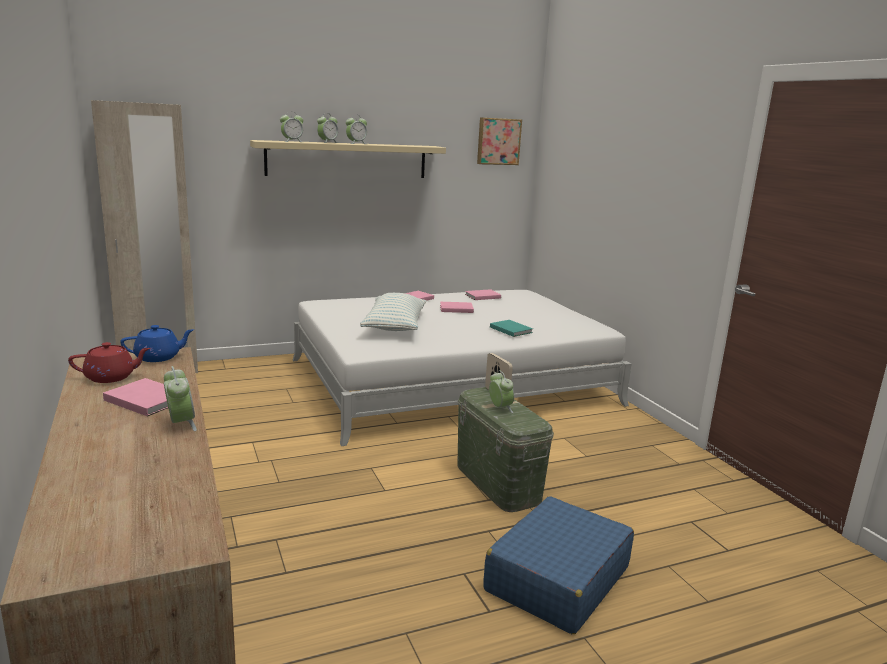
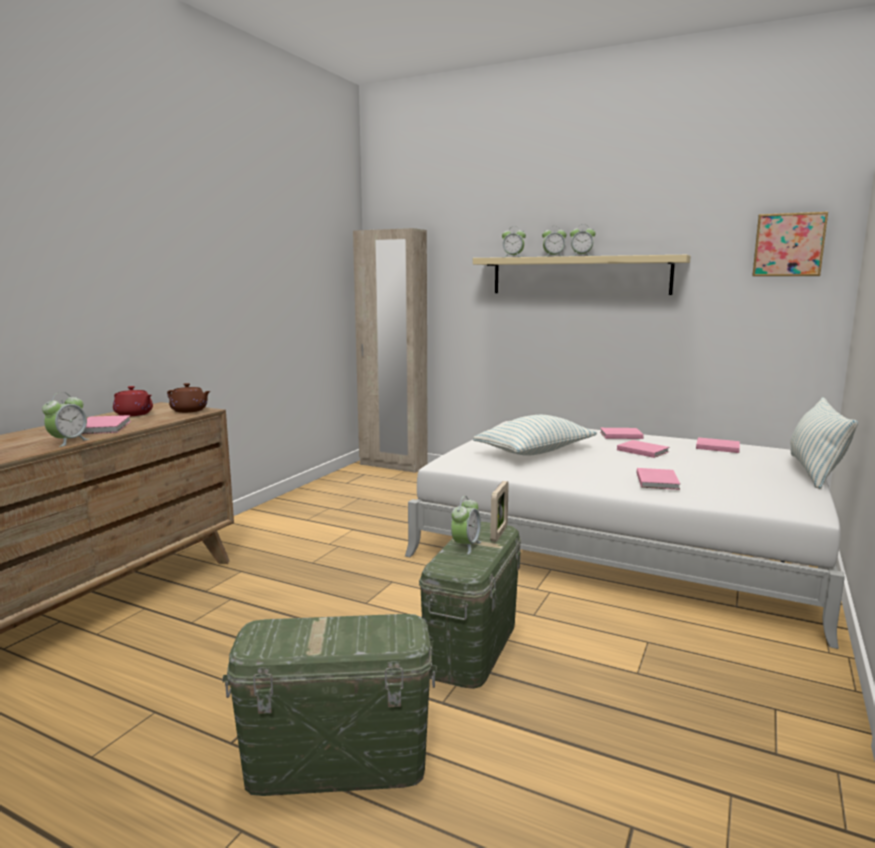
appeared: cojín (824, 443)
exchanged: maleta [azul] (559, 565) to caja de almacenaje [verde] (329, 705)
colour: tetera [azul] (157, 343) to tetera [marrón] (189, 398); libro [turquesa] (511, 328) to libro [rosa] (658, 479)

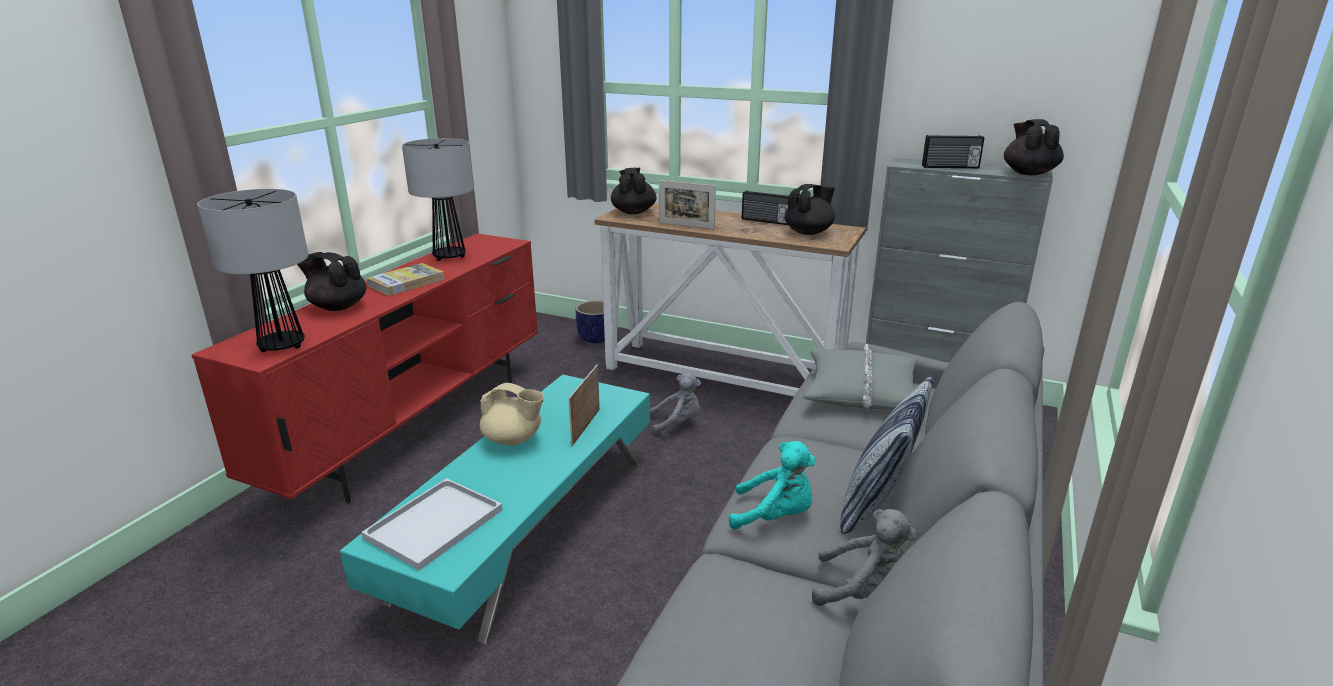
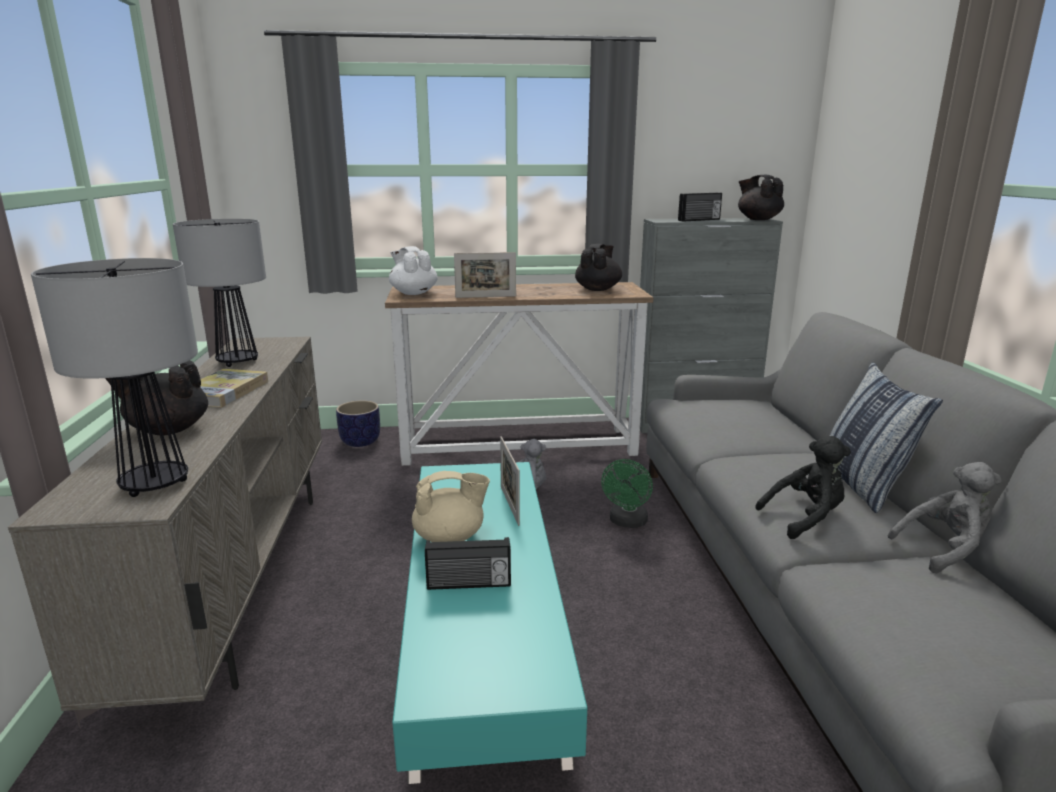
missing: bandeja [blanco] (432, 524); cojín [gris] (860, 377)
appeared: ventilador [verde] (627, 493)
relocated: radio (765, 207) to (468, 563)
colour: mueble de televisión [rojo] (365, 368) to mueble de televisión [beis] (165, 524); tetera [negro] (634, 191) to tetera [blanco] (413, 270); peluche [turquesa] (772, 485) to peluche [negro] (803, 487)

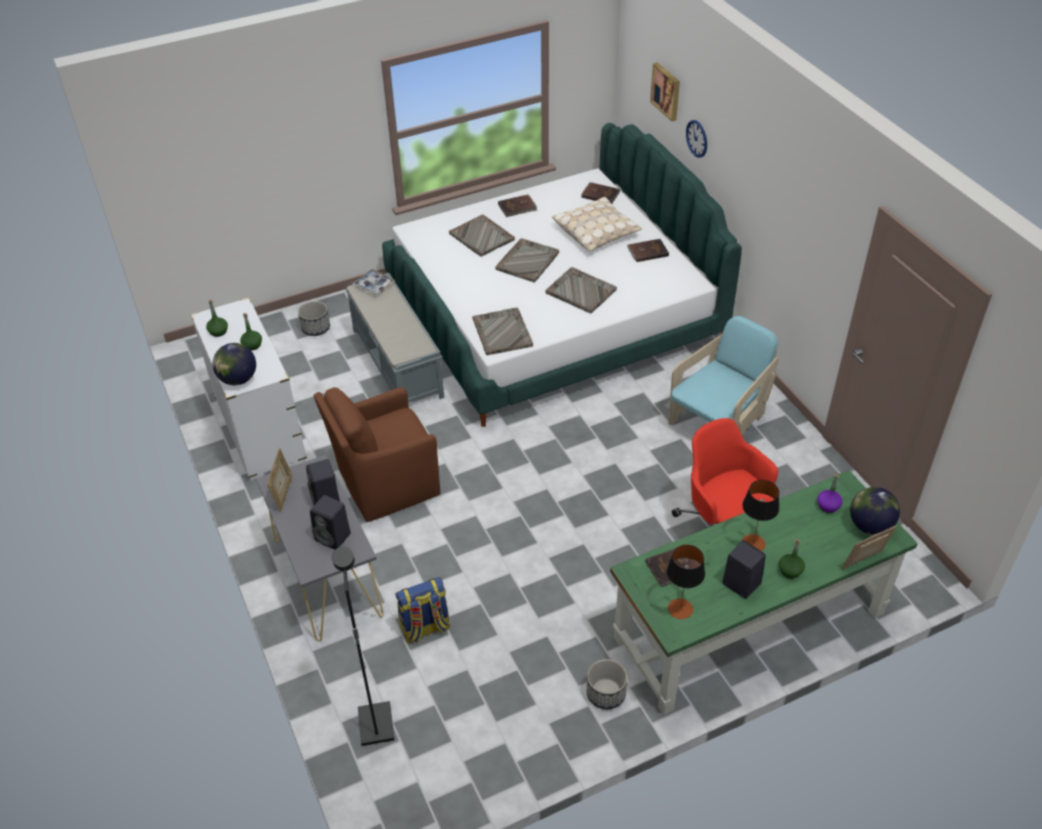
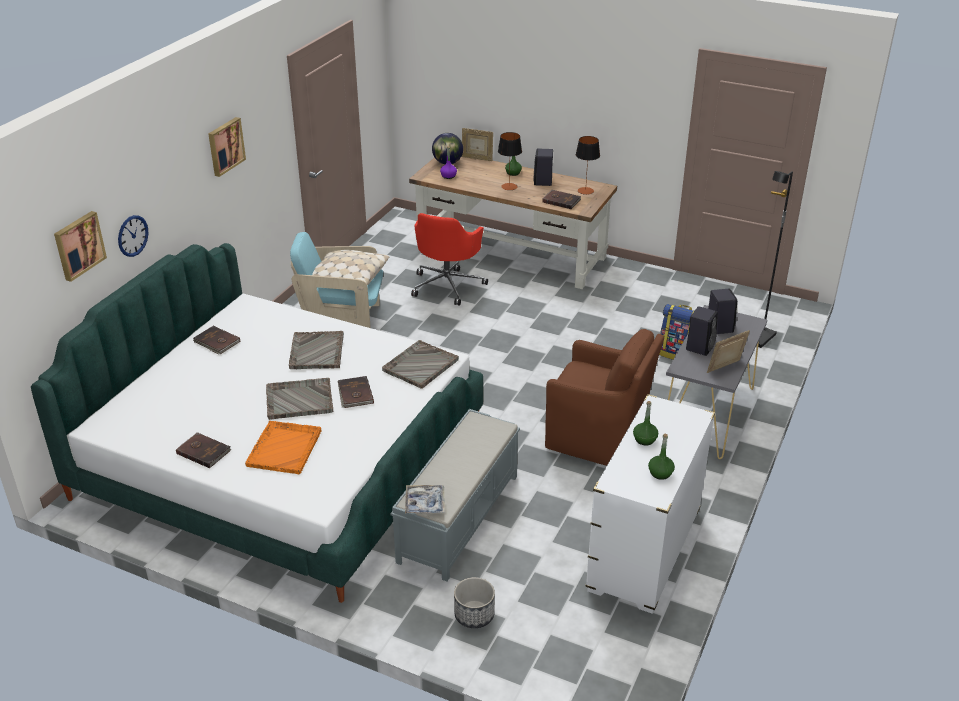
missing: globo terráqueo (234, 364); maceta (607, 684)
appeared: cuadro (227, 147)
relocated: cojín [beis] (597, 224) to (350, 270); libro [marrón] (601, 192) to (355, 392)
colour: bandeja [gris] (482, 235) to bandeja [naranja] (283, 447); escritorio [verde] (764, 593) to escritorio [marrón] (513, 222)

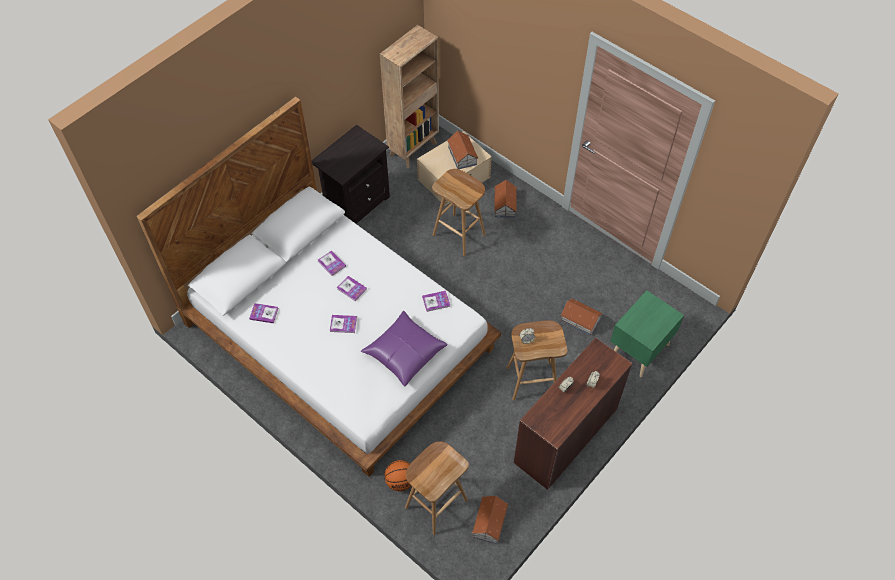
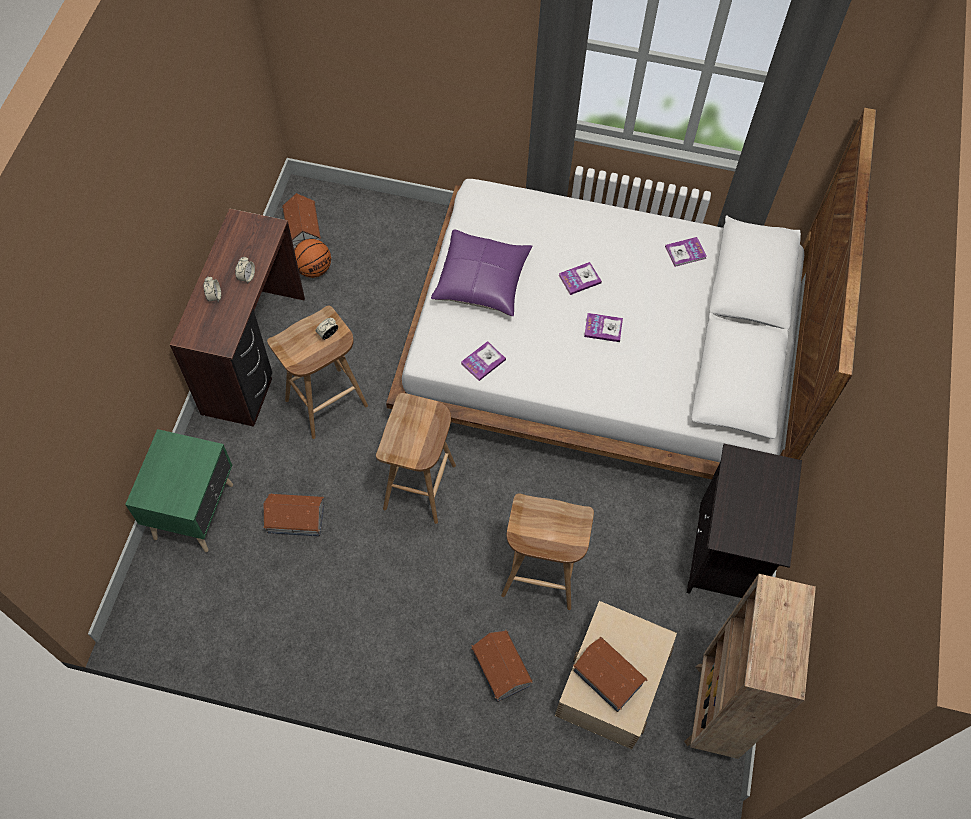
missing: libro (332, 263)
relocated: balón de baloncesto (397, 475) to (312, 258); taburete [marrón] (437, 488) to (416, 458)

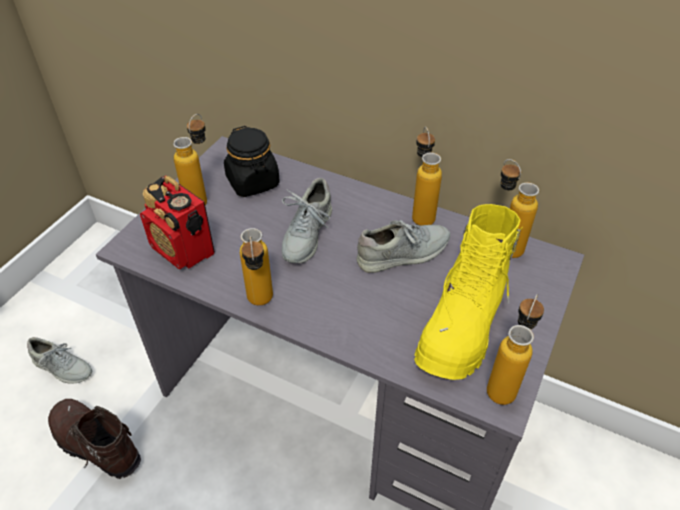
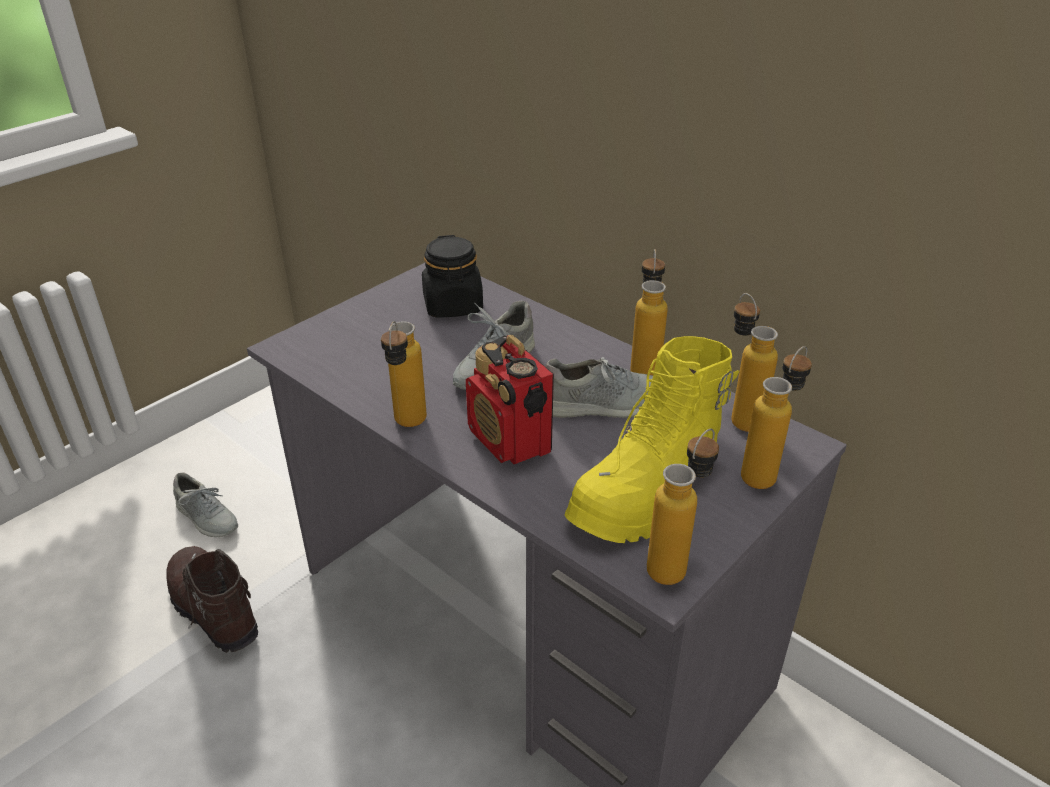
relocated: radio (177, 222) to (510, 399); botella (190, 159) to (776, 417)

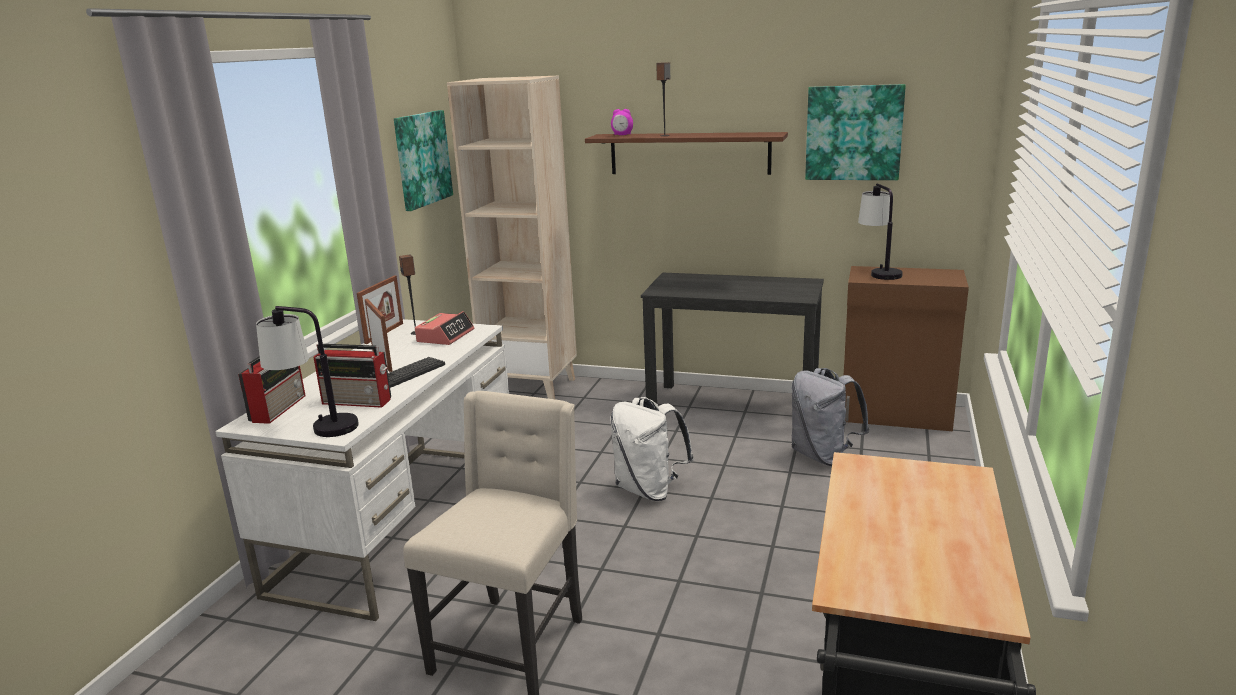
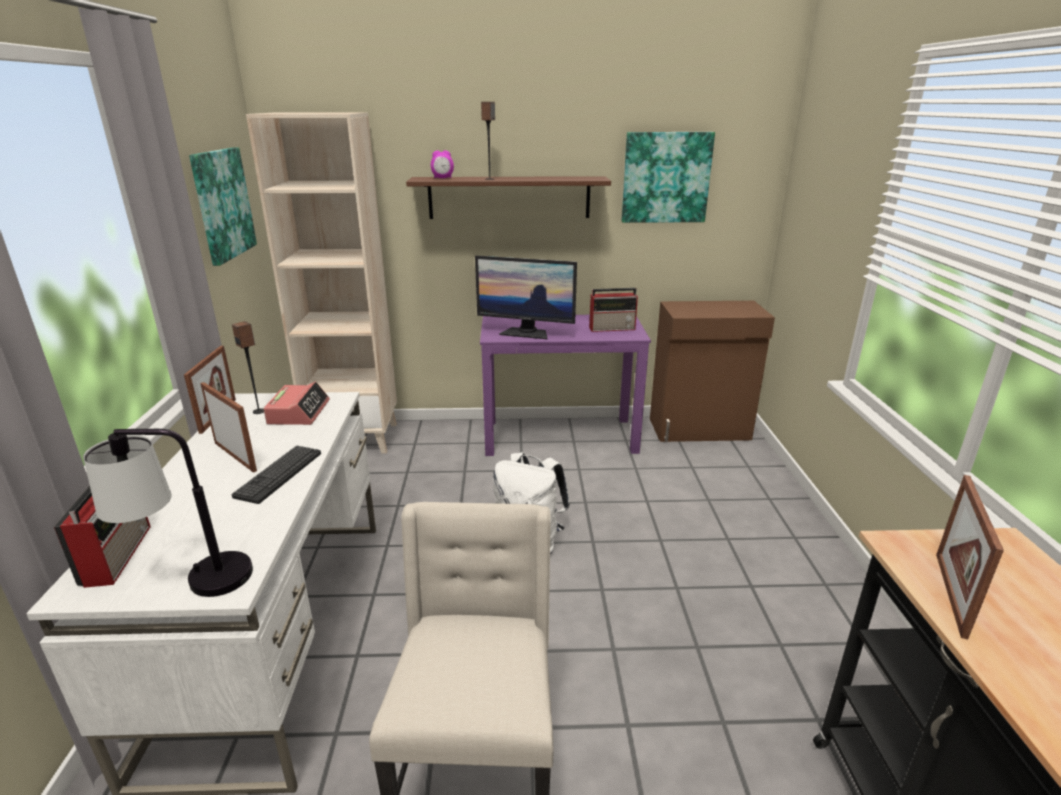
missing: mochila [gris] (830, 417); lámpara de mesa (880, 231)
appeared: monitor (526, 297); portarretratos (970, 557)
relocated: radio (352, 376) to (613, 310)
colour: escritorio [negro] (732, 338) to escritorio [morado] (565, 385)

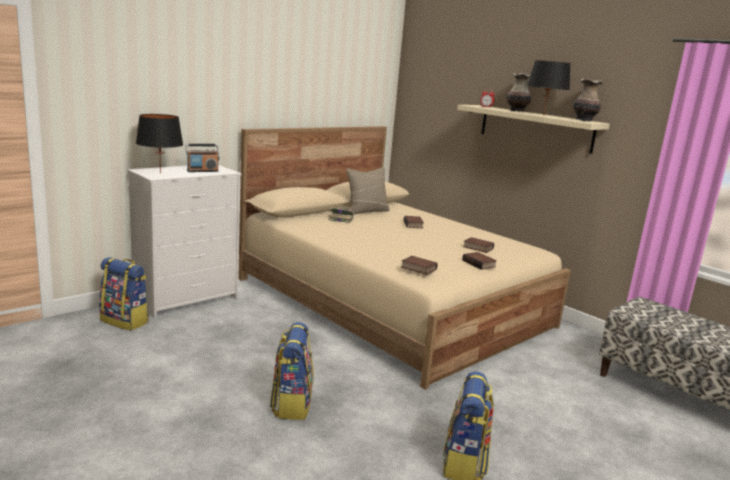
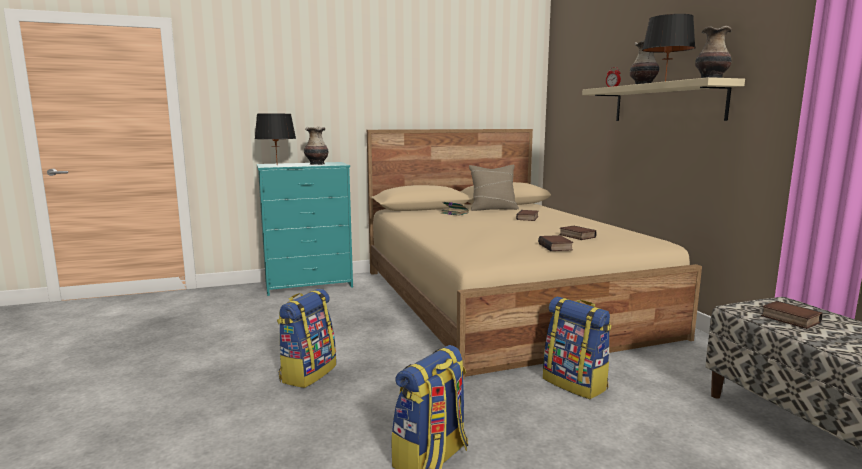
relocated: mochila (124, 294) to (577, 348); libro (419, 265) to (792, 315)
exchanged: radio (202, 158) to florero (316, 146)
colour: cómoda [blanco] (184, 241) to cómoda [turquesa] (305, 229)

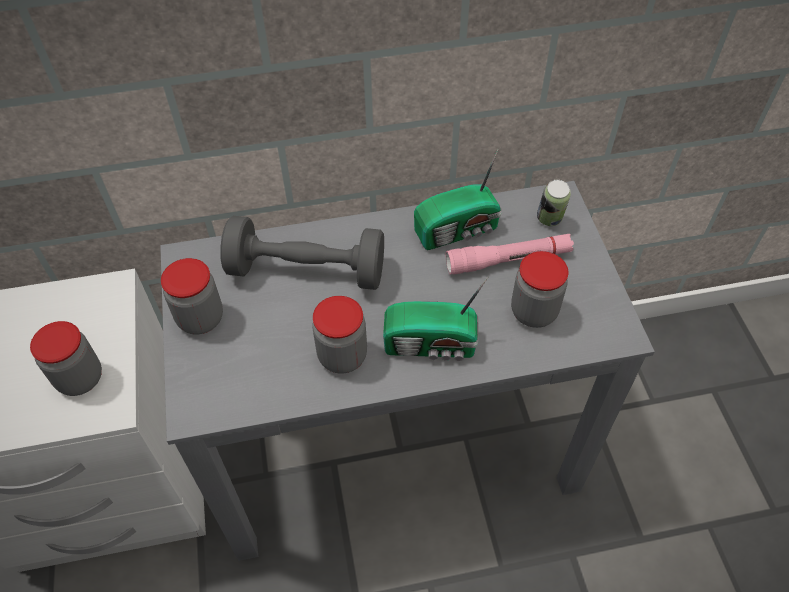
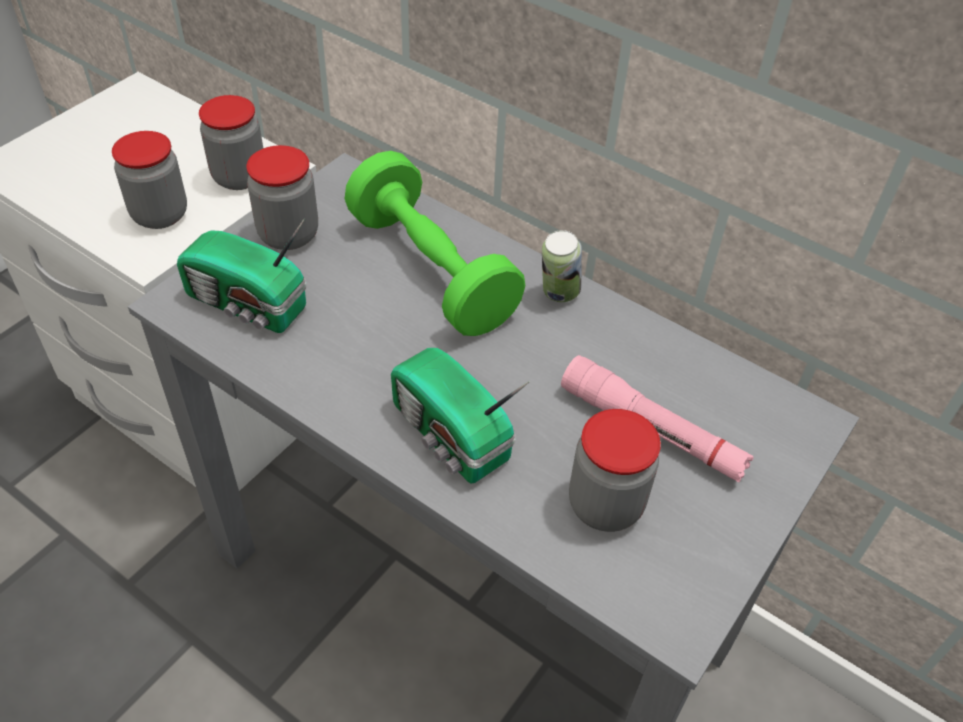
relocated: tarro (339, 334) to (231, 142); radio (458, 200) to (242, 275); lata (554, 203) to (562, 266)
colour: mancuerna [gris] (302, 253) to mancuerna [verde] (435, 243)

